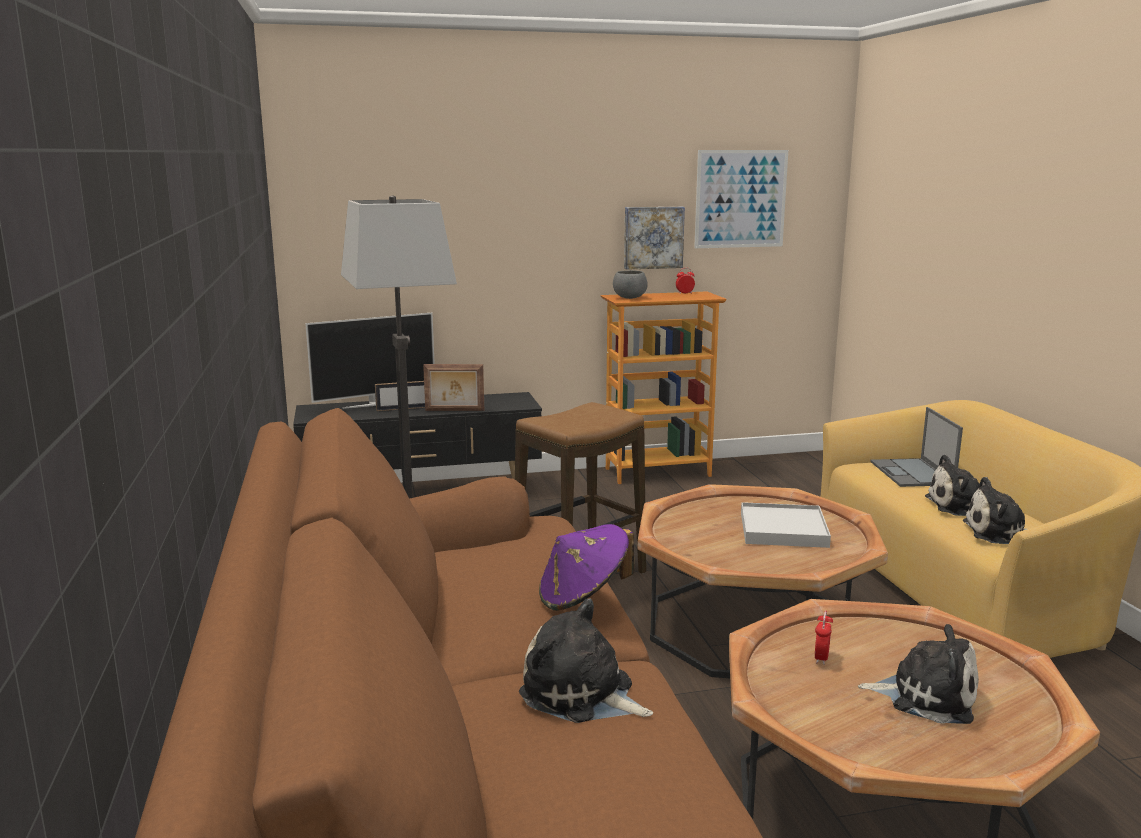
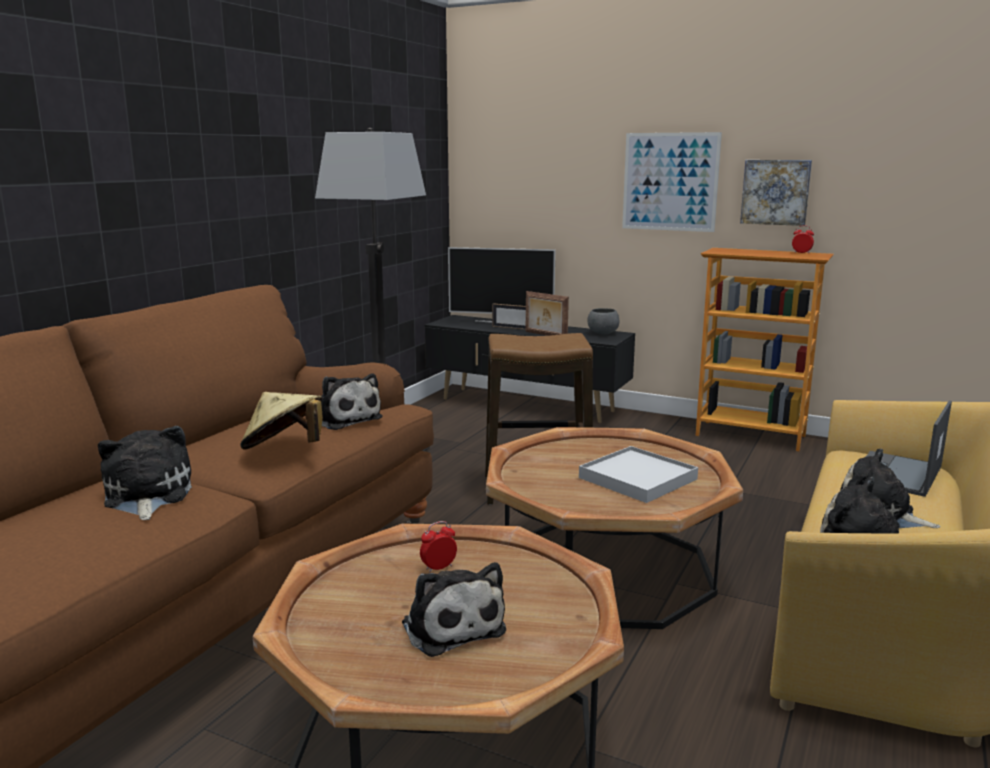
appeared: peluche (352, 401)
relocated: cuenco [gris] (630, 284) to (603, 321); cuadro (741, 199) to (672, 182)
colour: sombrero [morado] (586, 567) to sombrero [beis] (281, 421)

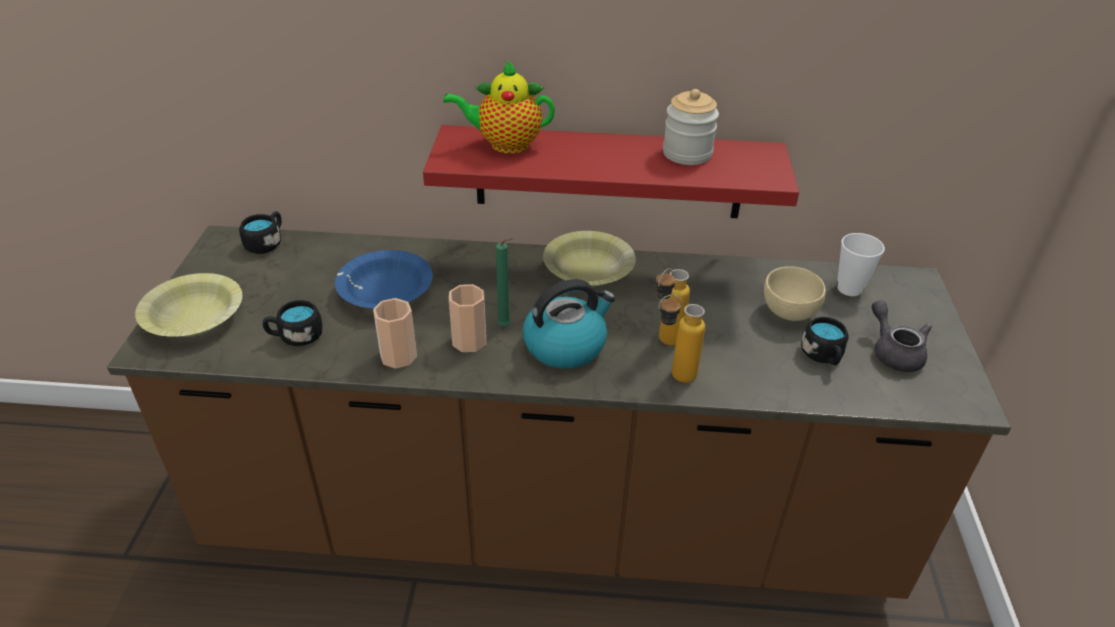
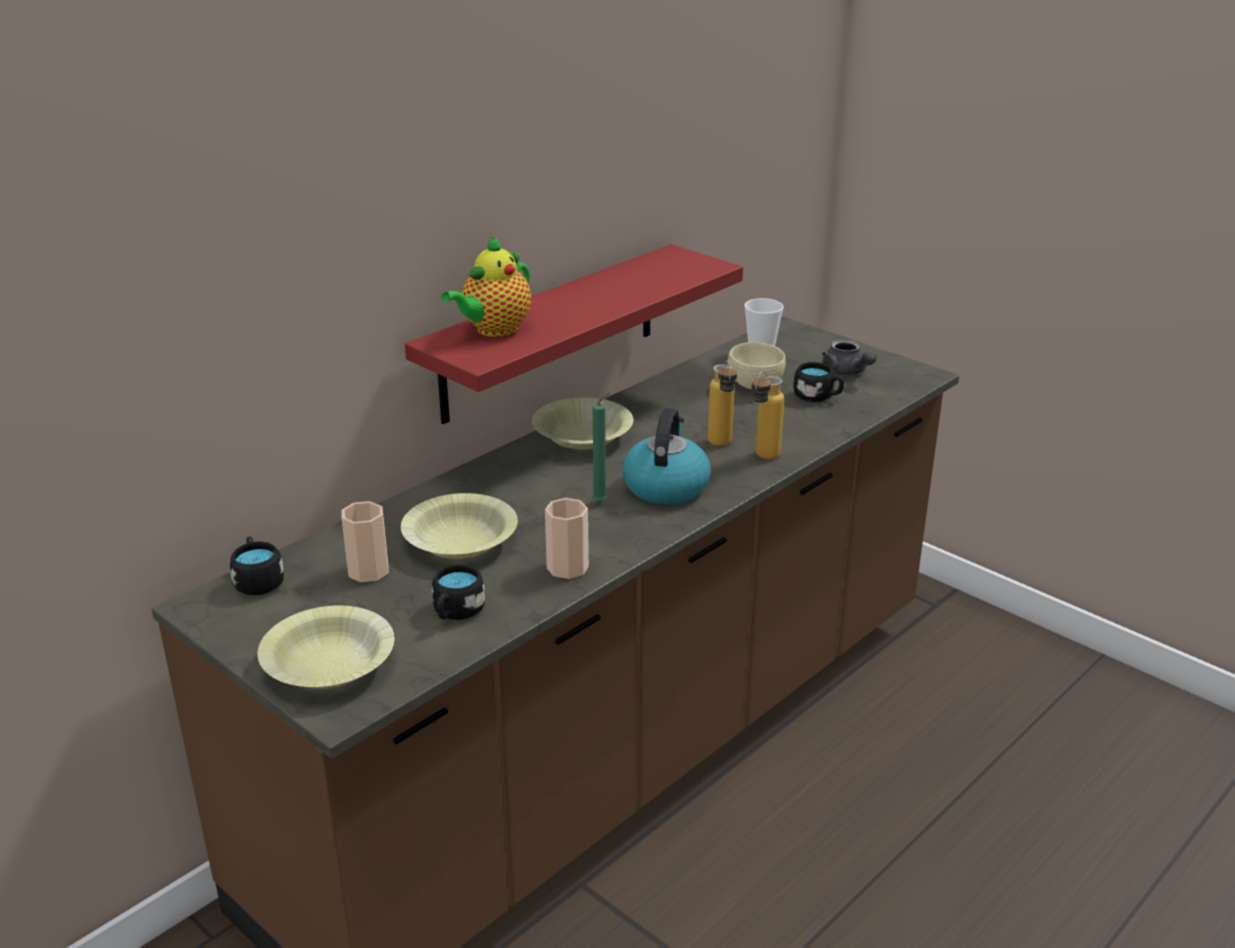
missing: tarro (691, 127)
relocated: taza (467, 318) to (365, 541)
colour: cuenco [azul] (384, 279) to cuenco [amarillo] (459, 526)
spun: tetera [gris] (902, 336) = (849, 357) 135 degrees counterclockwise

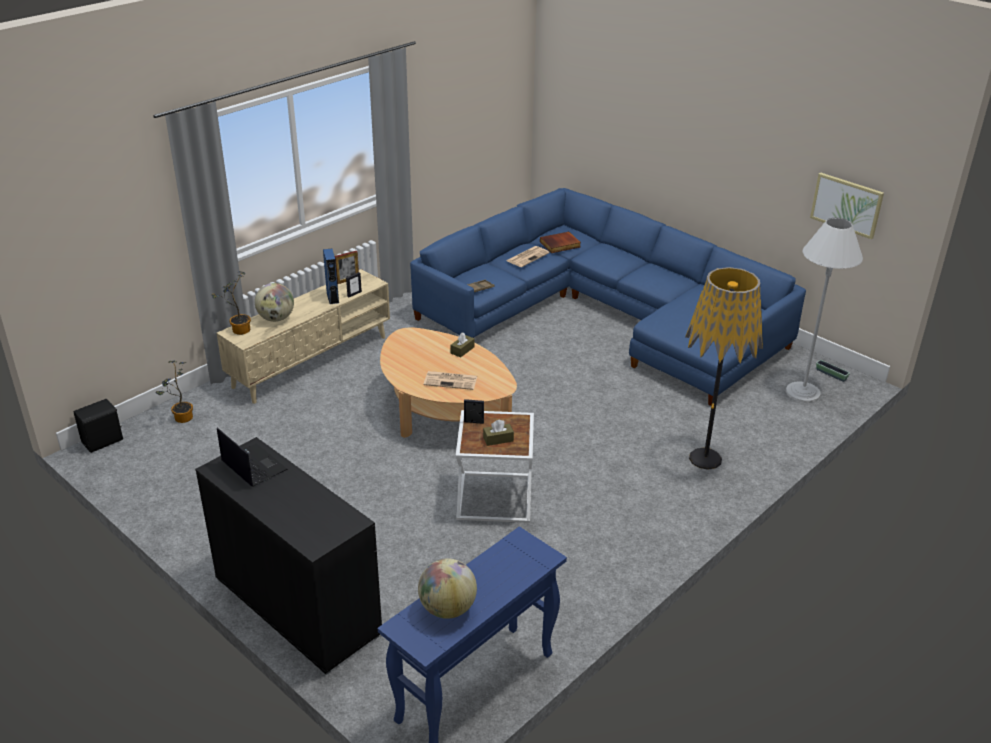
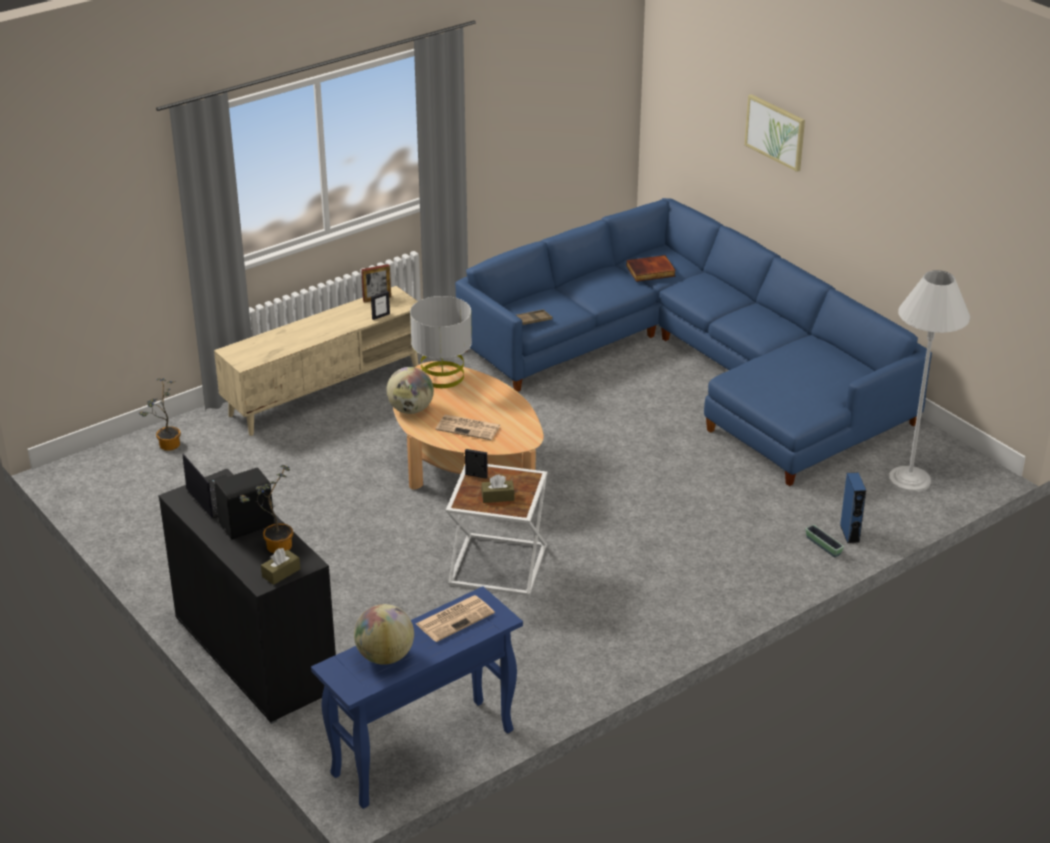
missing: lámpara de pie (724, 368)
appeared: lámpara de mesa [gris] (441, 342)
relocated: altavoz [negro] (98, 426) to (244, 503); planta en maceta (231, 303) to (266, 509); globo terráqueo (274, 302) to (410, 390); altavoz [azul] (331, 276) to (853, 508); caja de pañuelos [marrón] (462, 345) to (280, 566); periódico (528, 256) to (455, 618); cuadro (847, 205) to (775, 133); maceta (833, 371) to (824, 541)

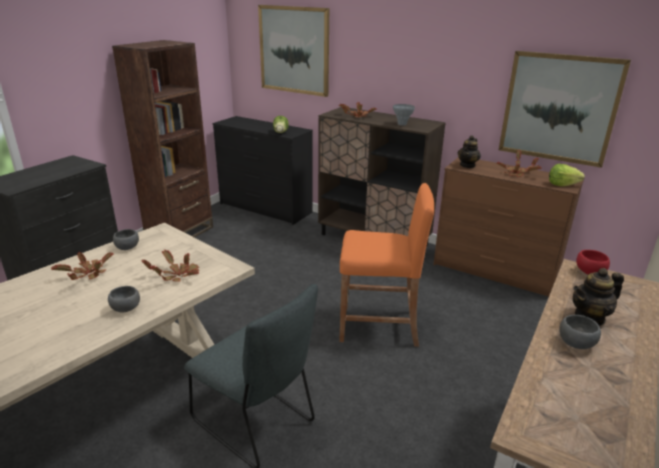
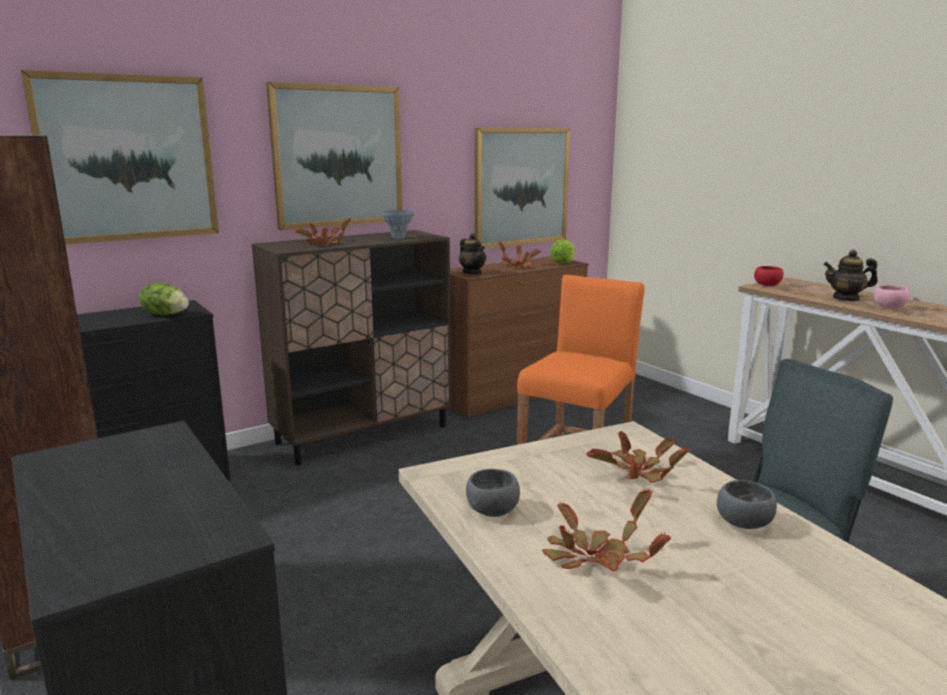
appeared: cuadro (334, 156)
colour: cuenco [gris] (580, 332) to cuenco [rosa] (892, 297)
spun: tetera (598, 297) = (850, 275) 90 degrees clockwise

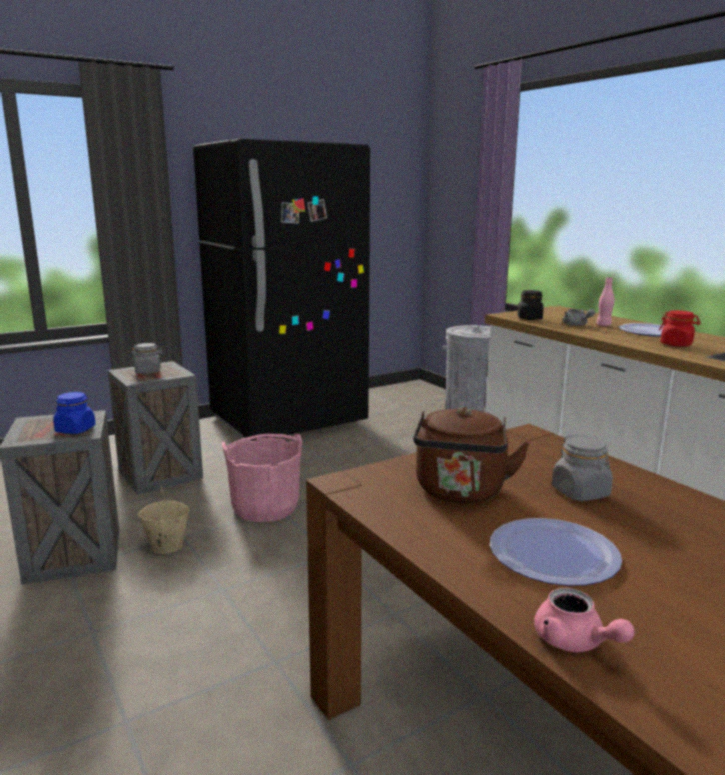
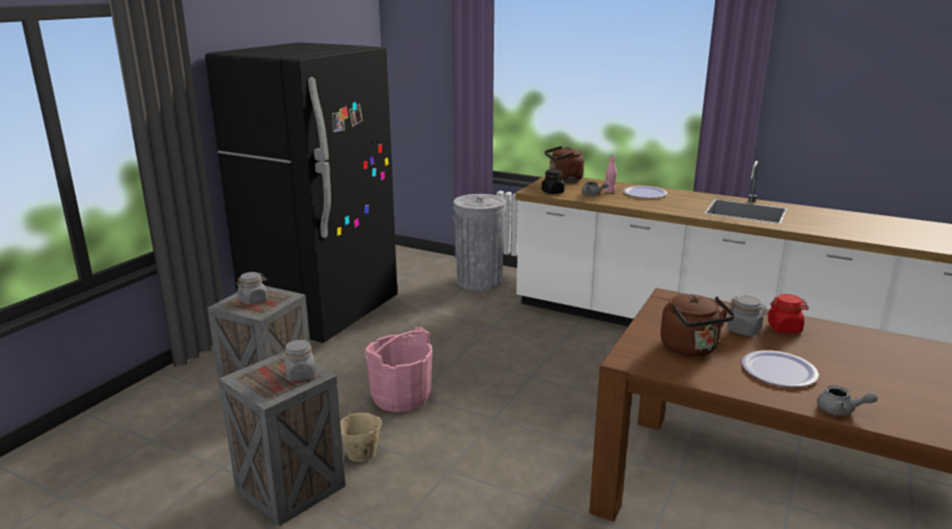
appeared: hervidor [marrón] (564, 164)
relocated: tarro [rojo] (680, 328) to (788, 313)
colour: tarro [azul] (74, 413) to tarro [gris] (300, 360); tetera [rosa] (584, 620) to tetera [gris] (847, 400)

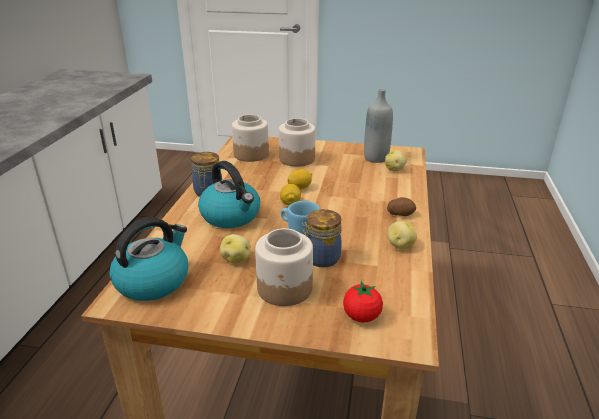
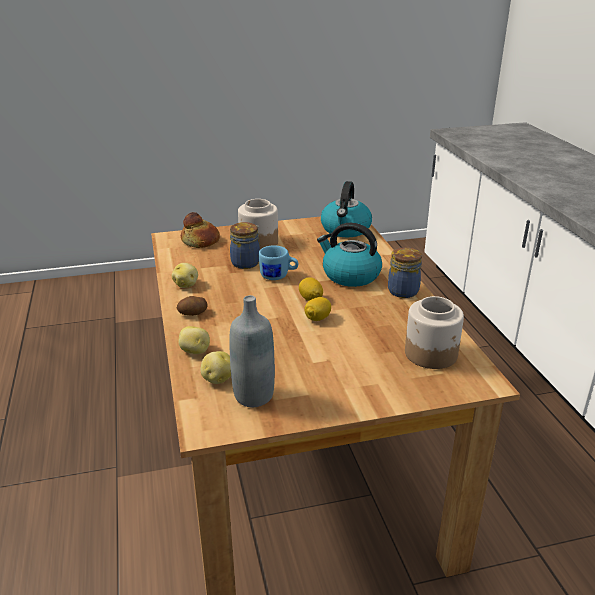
missing: tarro (297, 142)
relocated: patata (235, 249) to (194, 340)
exchanged: tomate (363, 302) to pan (200, 230)

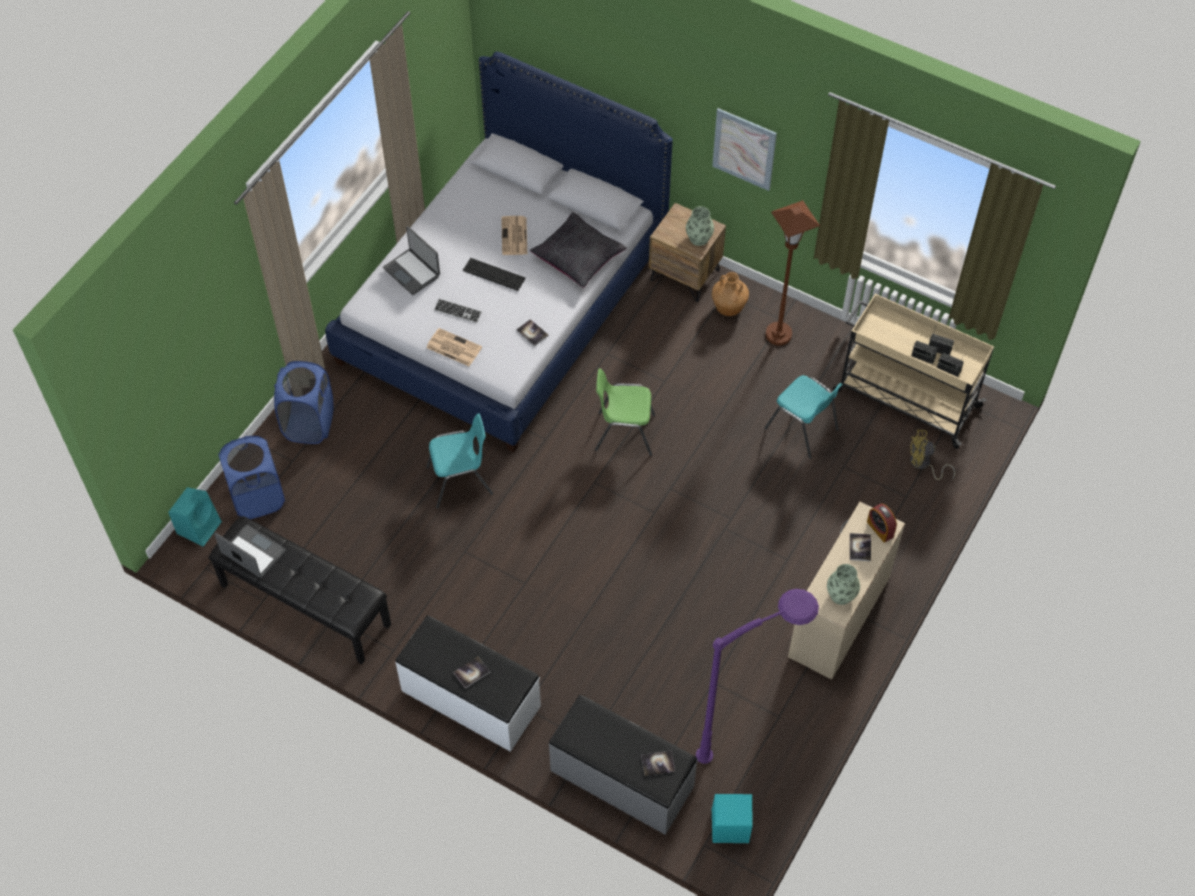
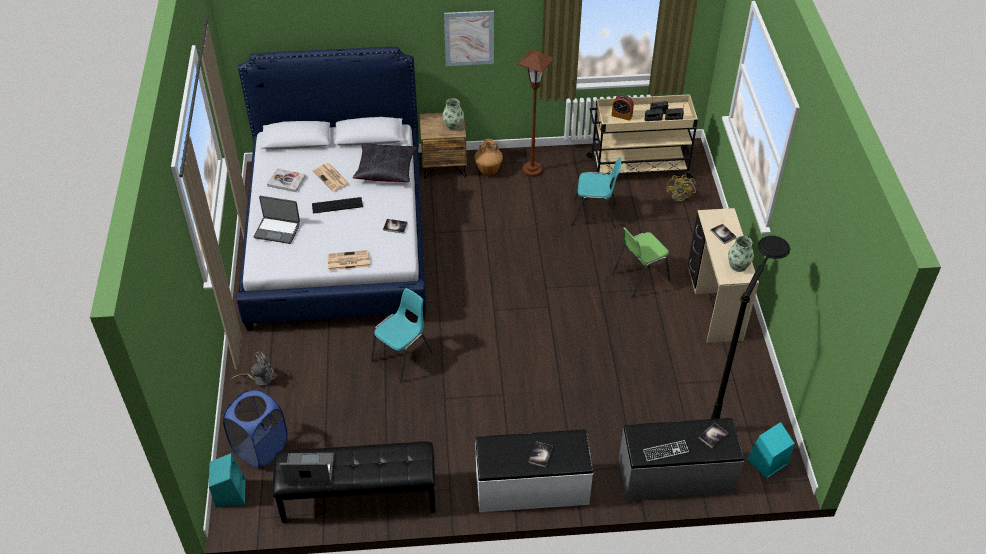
appeared: libro (286, 180)
relocated: teclado (458, 311) to (666, 451); silla [verde] (625, 412) to (641, 262); despertador (882, 523) to (622, 108)
exchanged: cesto de la ropa [azul] (304, 402) to ventilador [gris] (253, 369)
colour: lámpara de pie [morado] (757, 676) to lámpara de pie [negro] (750, 327)
spun: ventilador [amarillo] (932, 455) = (681, 189) 45 degrees counterclockwise

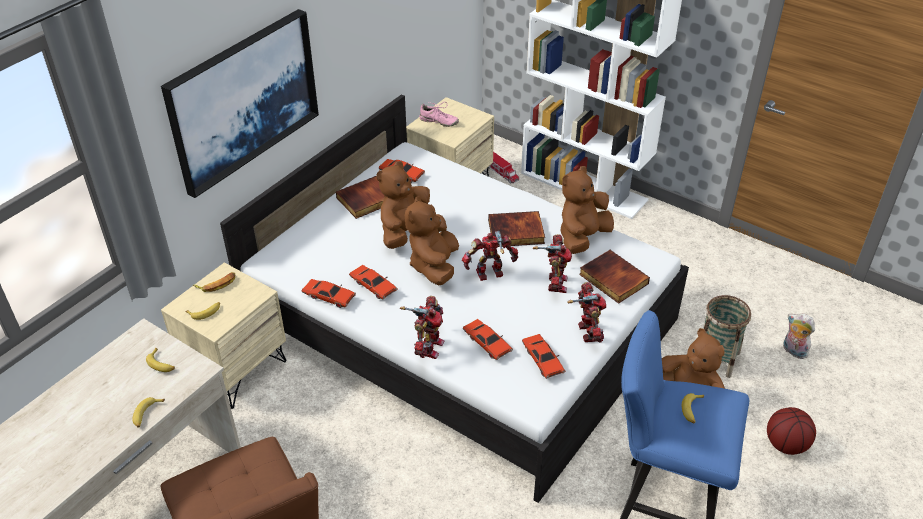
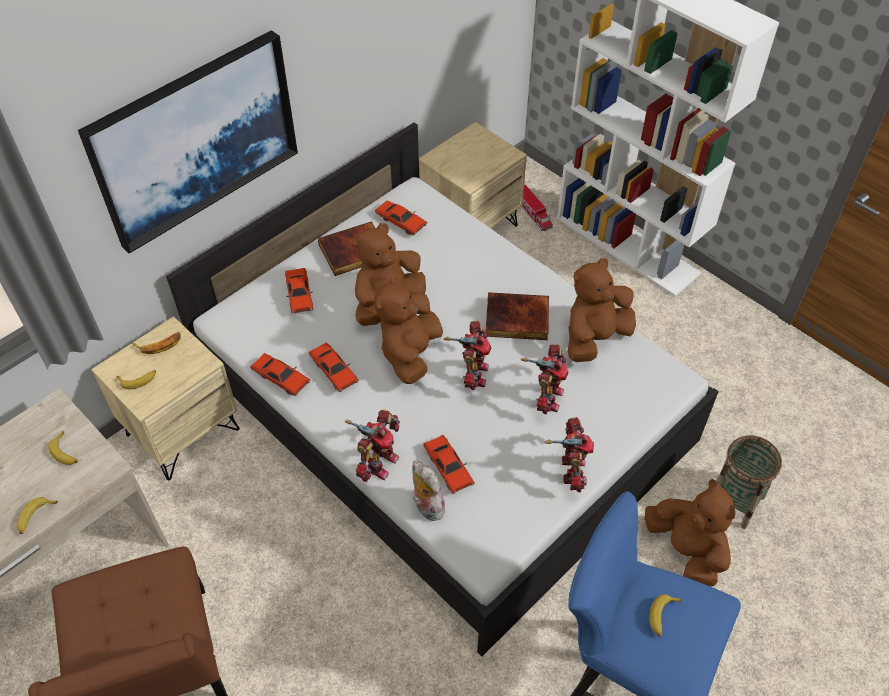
missing: zapato [rosa] (439, 114); libro (614, 277); balón de baloncesto (791, 431)
relocated: coche de juguete [rojo] (543, 356) to (299, 291); peluche (799, 336) to (428, 491)
spun: robot de juguete (490, 256) = (467, 355) 105 degrees clockwise

